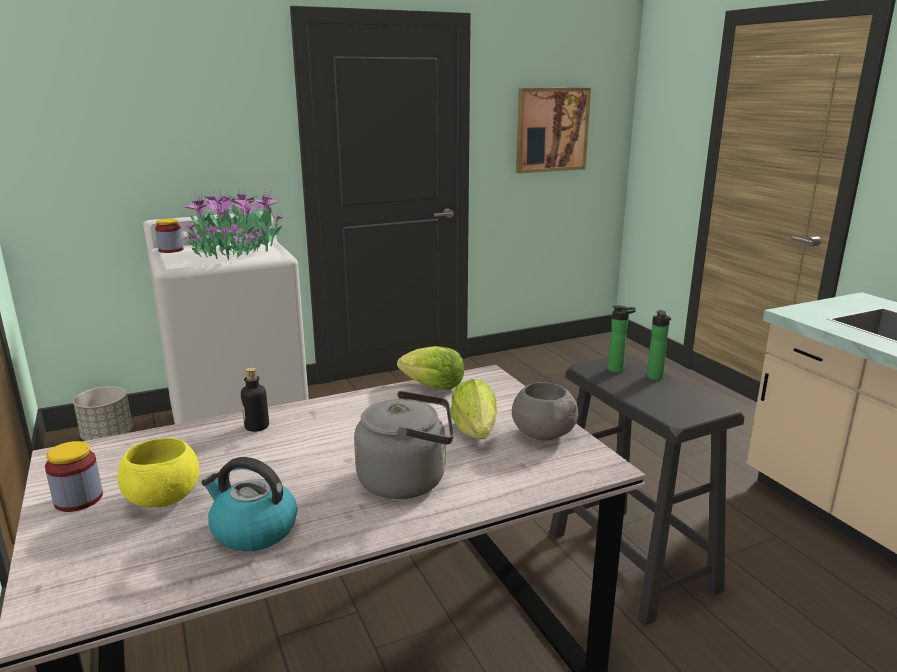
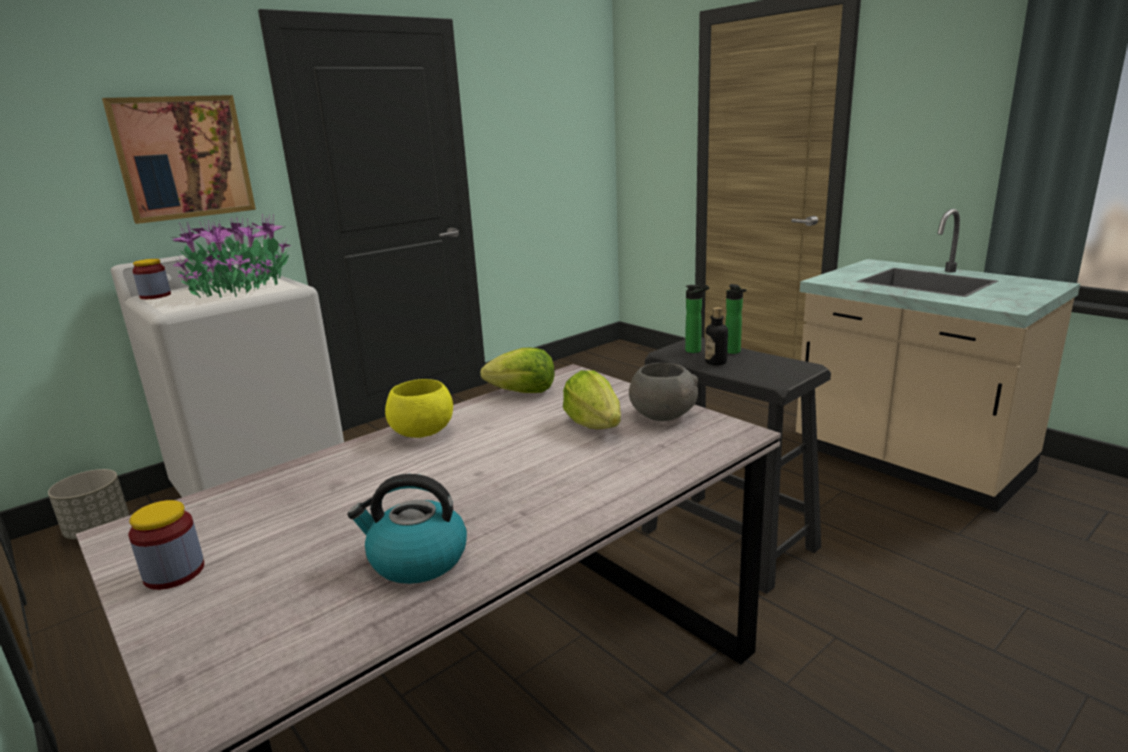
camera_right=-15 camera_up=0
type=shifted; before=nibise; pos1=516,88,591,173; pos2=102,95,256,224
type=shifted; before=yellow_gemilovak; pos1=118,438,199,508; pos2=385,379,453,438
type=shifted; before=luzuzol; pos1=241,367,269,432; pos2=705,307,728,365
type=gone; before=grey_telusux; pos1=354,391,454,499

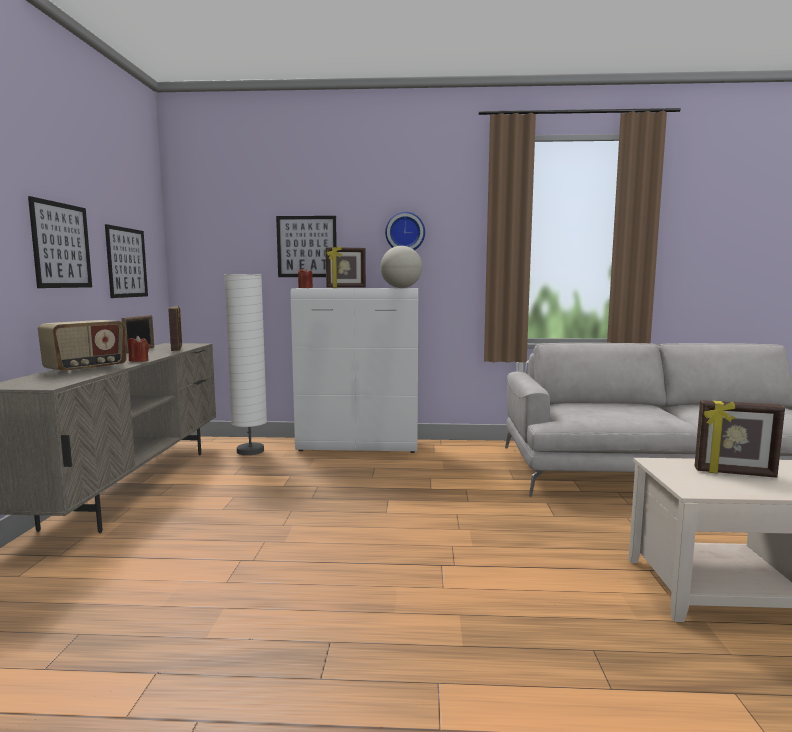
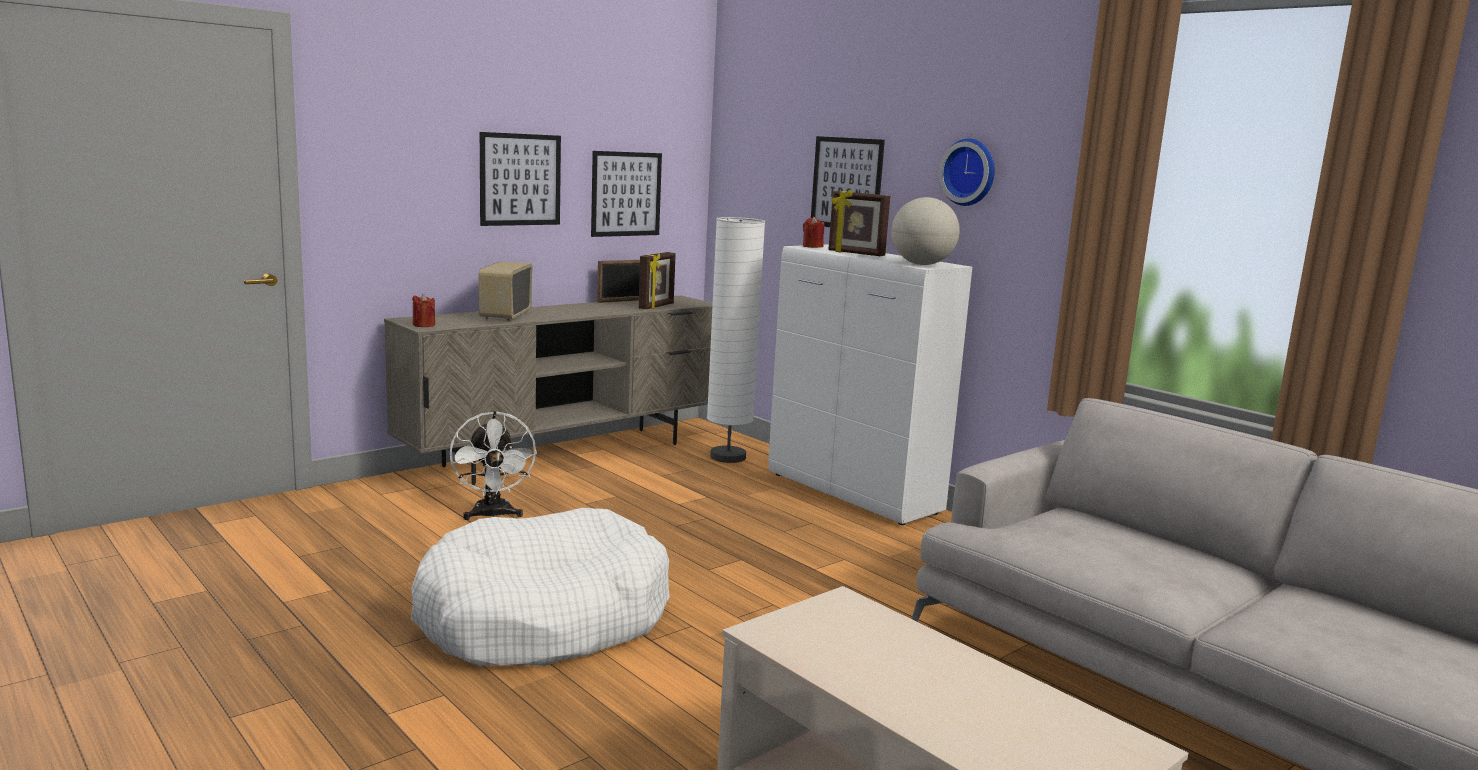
camera_right=45 camera_up=5
type=new; after=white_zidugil; pos2=411,508,670,666
type=shifted; before=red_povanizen; pos1=128,336,149,362; pos2=412,294,435,327
type=new; after=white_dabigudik; pos2=450,411,537,520
type=rotated; before=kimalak; pos1=38,320,126,373; pos2=479,261,532,321; turn=105
type=gone; before=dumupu; pos1=695,400,785,478

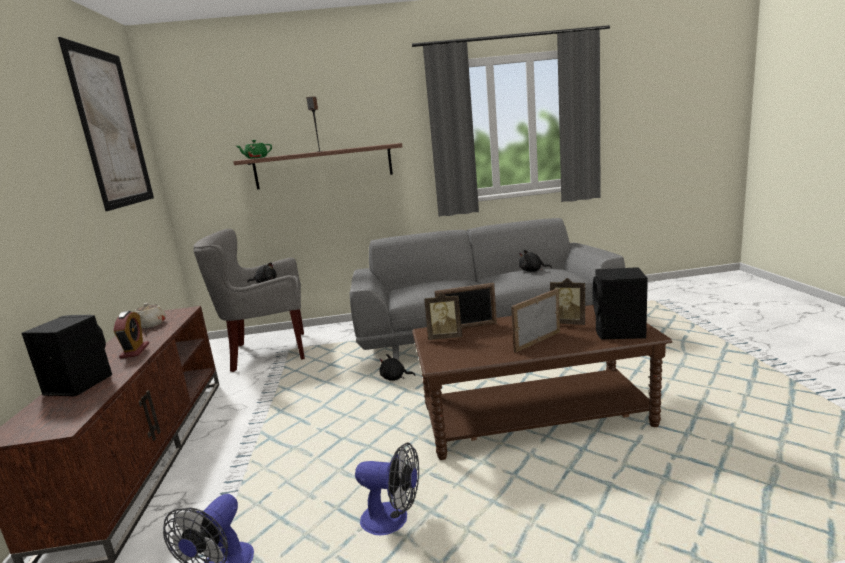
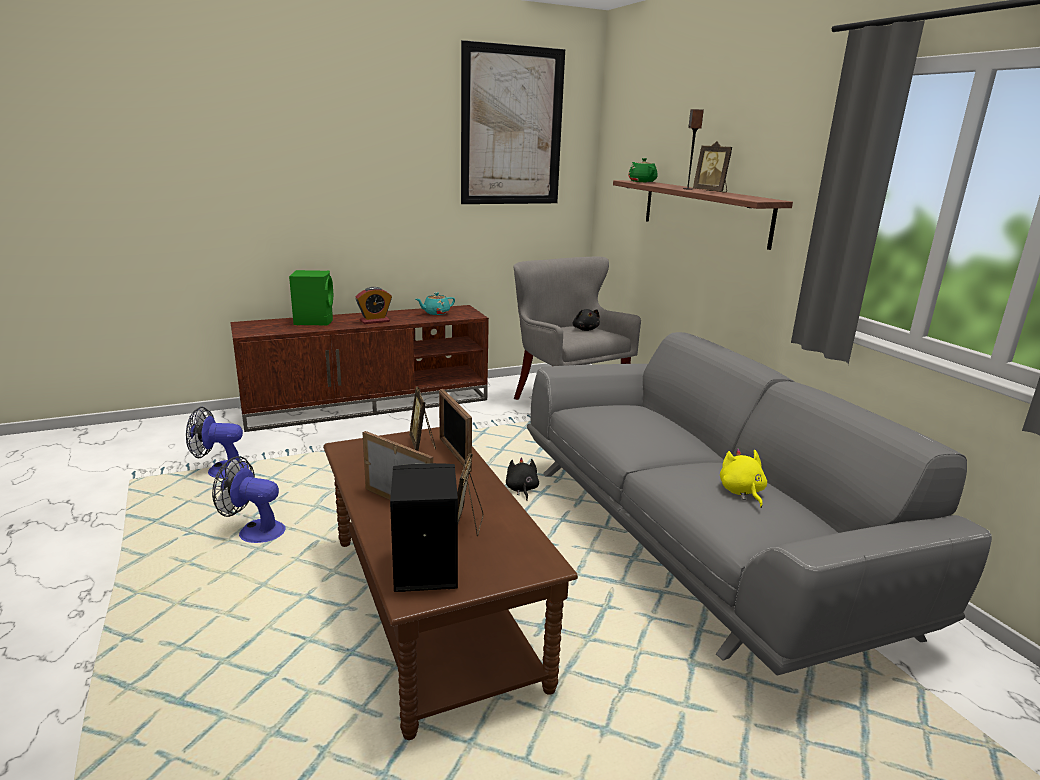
camera_right=70 camera_up=5
type=rotated; before=dabigudik; pos1=355,442,419,535; pos2=212,456,286,543; turn=105
type=repainted; before=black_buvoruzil; after=green_buvoruzil; pos1=22,315,112,397; pos2=289,270,333,326
type=repainted; before=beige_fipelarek; after=turquoise_fipelarek; pos1=135,303,166,328; pos2=416,292,455,315
type=new; after=dumupu; pos2=693,141,732,192
type=repainted; before=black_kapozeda; after=yellow_kapozeda; pos1=519,250,552,272; pos2=720,448,767,508

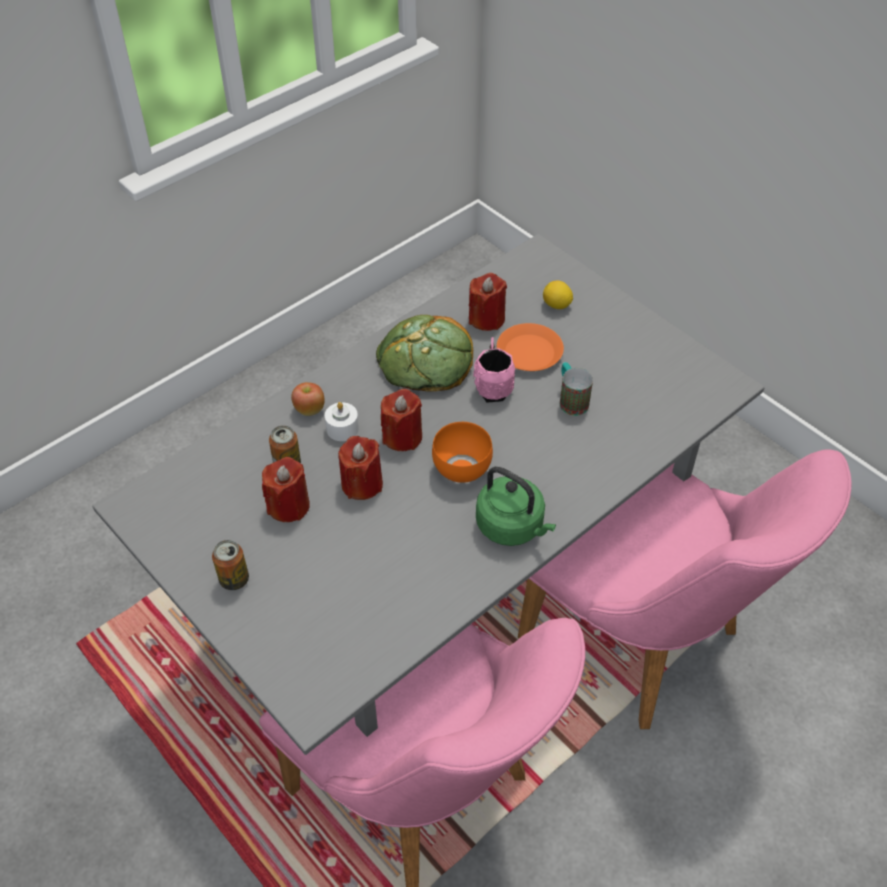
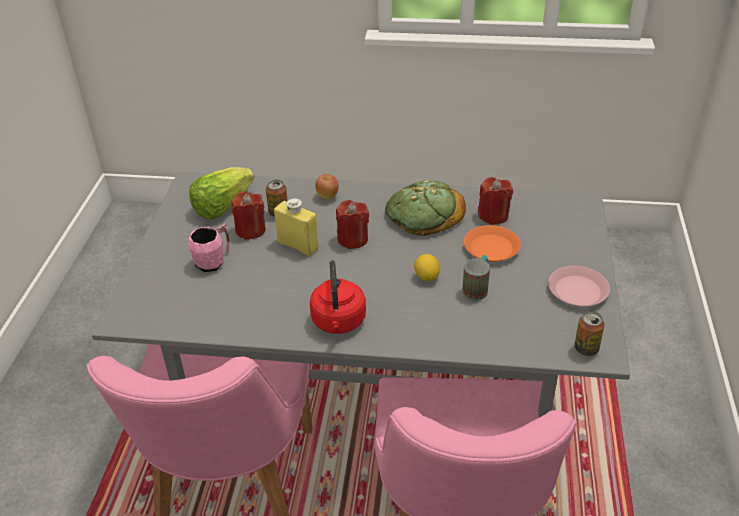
camera_right=50 camera_up=-10
type=shifted; before=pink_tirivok; pos1=473,337,515,403; pos2=188,223,229,272
type=new; after=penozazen; pos2=189,167,255,220
type=swapped; before=red_povanizen; after=yellow_luzuzol; pos1=338,436,383,500; pos2=274,198,319,256
type=repainted; before=green_telusux; after=red_telusux; pos1=476,467,556,546; pos2=310,261,366,334
type=shifted; before=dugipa; pos1=543,280,573,309; pos2=414,254,440,281
type=new; after=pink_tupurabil; pos2=548,266,610,307
type=shifted; before=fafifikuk; pos1=212,540,249,590; pos2=574,311,605,356
type=gone; before=white_povanizen; pos1=325,402,359,441
type=gone; before=orange_gemilovak; pos1=432,422,493,483

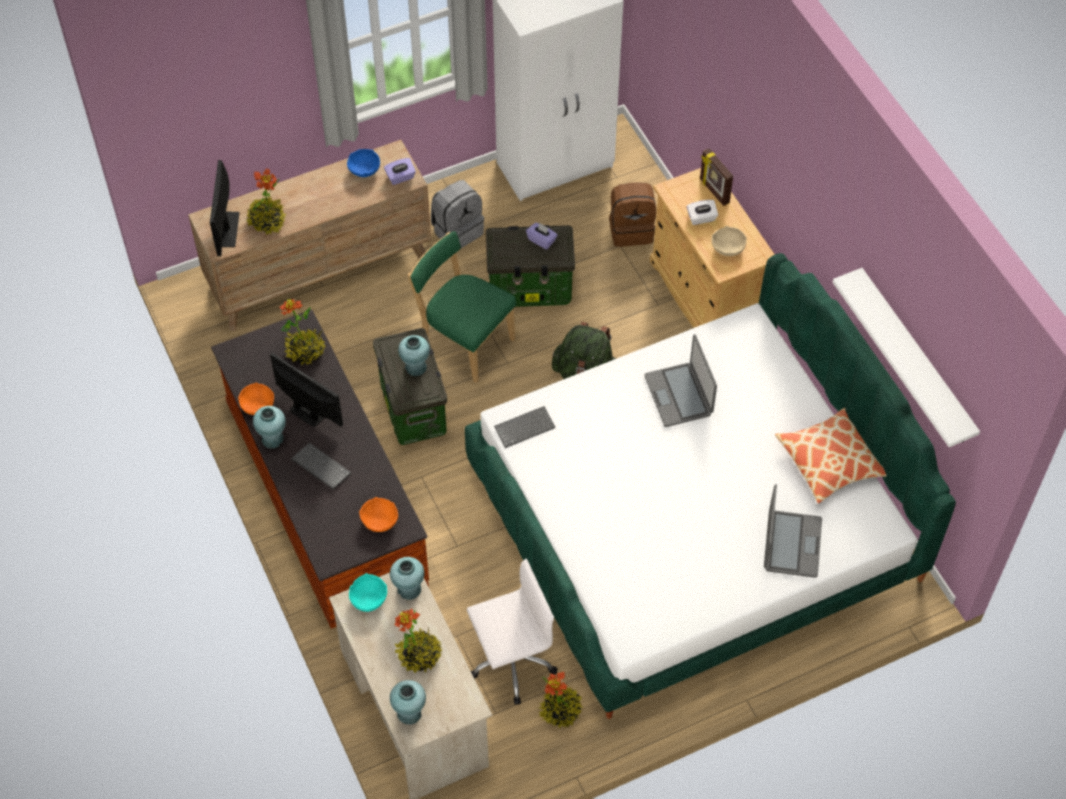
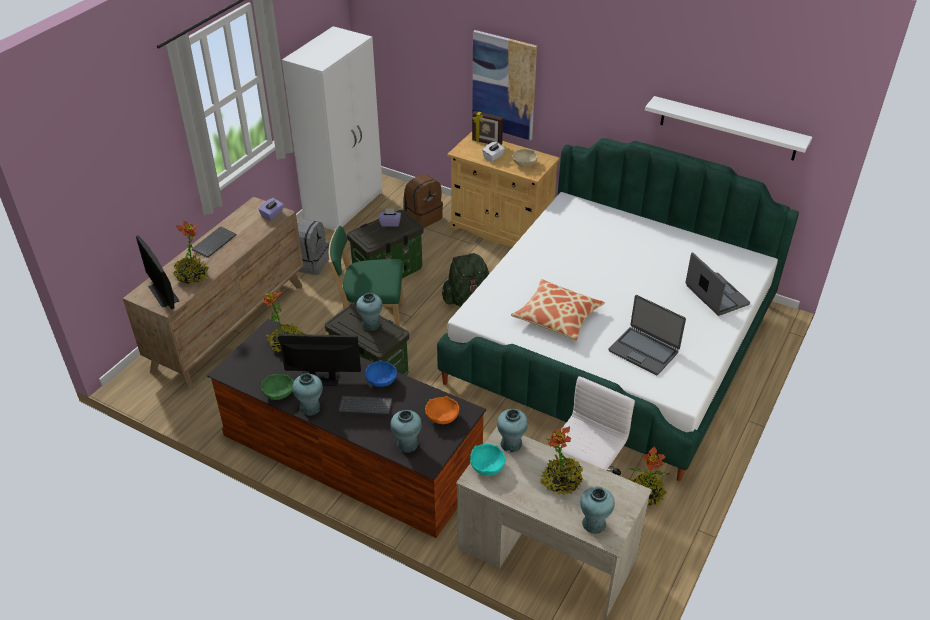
camera_right=-35 camera_up=-15
type=shifted; before=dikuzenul; pos1=494,406,555,448; pos2=192,226,237,258
type=repainted; before=orange_gemilovak; after=green_gemilovak; pos1=238,382,274,415; pos2=261,374,294,400
type=shifted; before=blue_gemilovak; pos1=347,149,380,177; pos2=365,360,397,387
type=new; after=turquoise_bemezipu; pos2=390,410,422,453
type=new; after=nibise; pos2=472,30,537,140
type=shifted; before=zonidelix; pos1=775,408,886,504; pos2=511,279,605,340
type=shifted; before=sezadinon; pos1=644,334,717,427; pos2=609,295,686,375

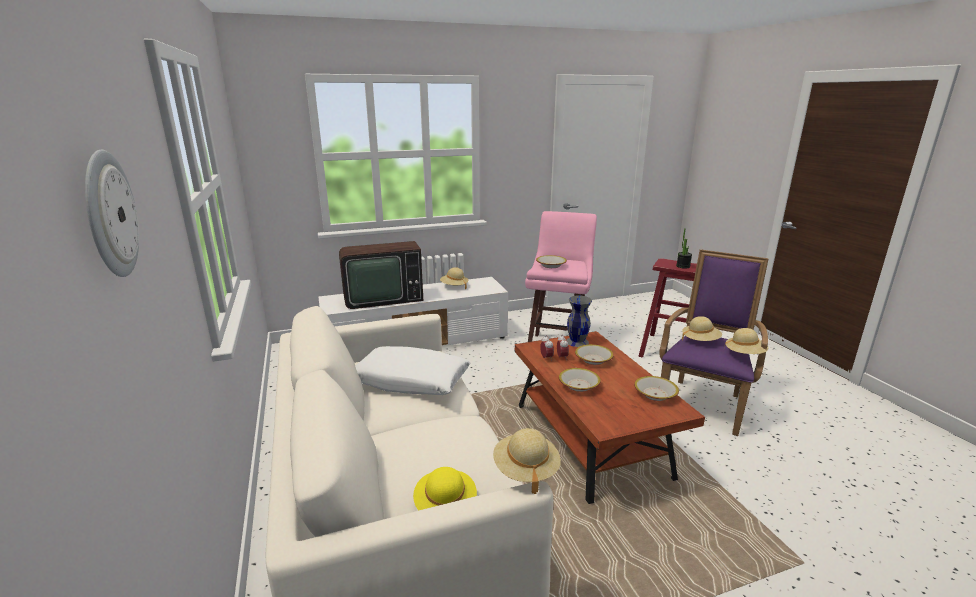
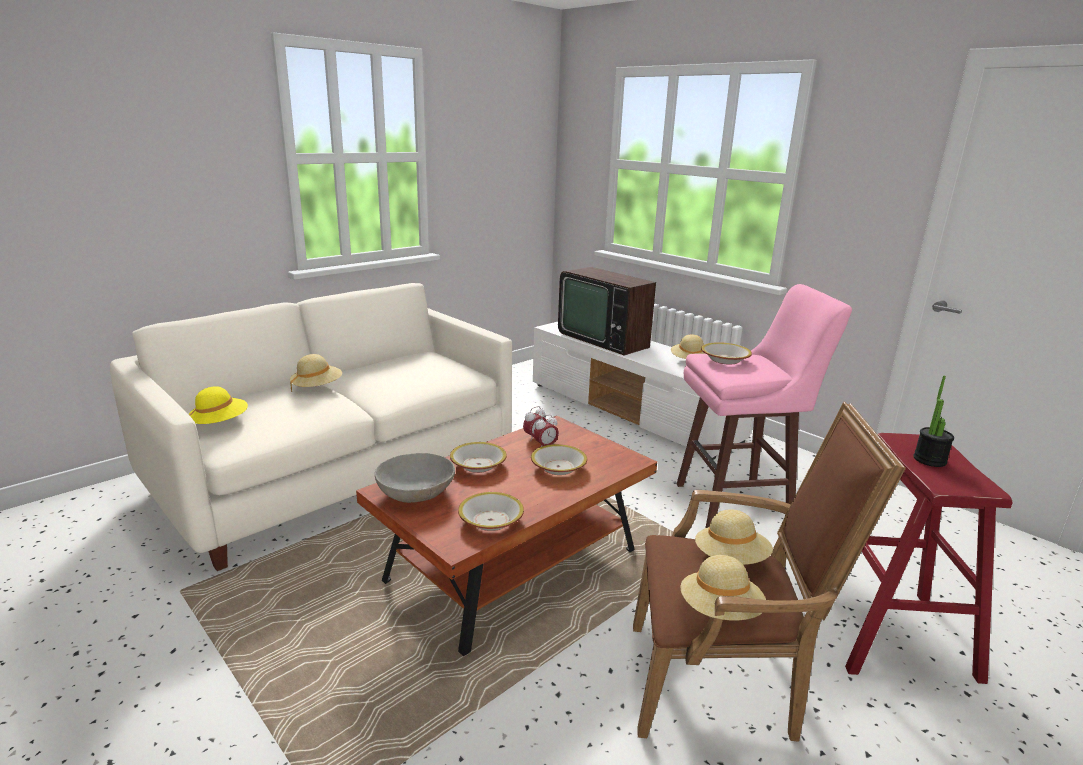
camera_right=65 camera_up=0
type=shifted; before=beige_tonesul; pos1=493,428,561,494; pos2=290,354,342,392
type=new; after=grey_gemilovak; pos2=375,453,455,503
type=repainted; before=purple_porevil; after=brown_porevil; pos1=659,249,769,436; pos2=633,401,906,742
type=gone; before=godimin; pos1=85,150,139,277
type=gone; before=white_zonidelix; pos1=355,346,470,395
type=gone; before=grey_bemezipu; pos1=566,295,592,347

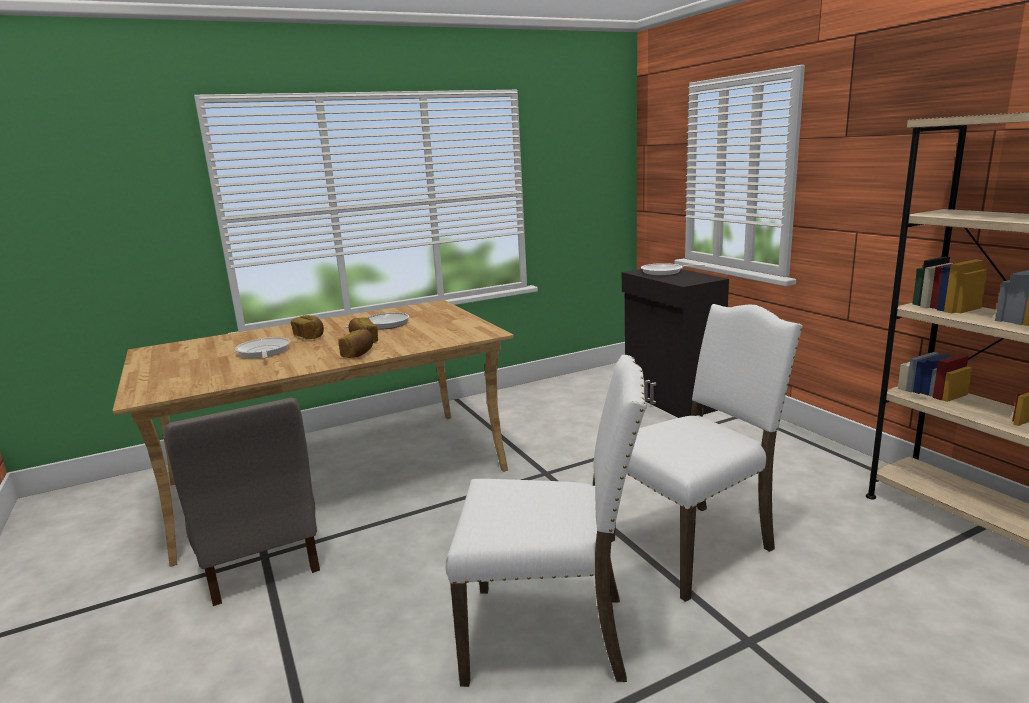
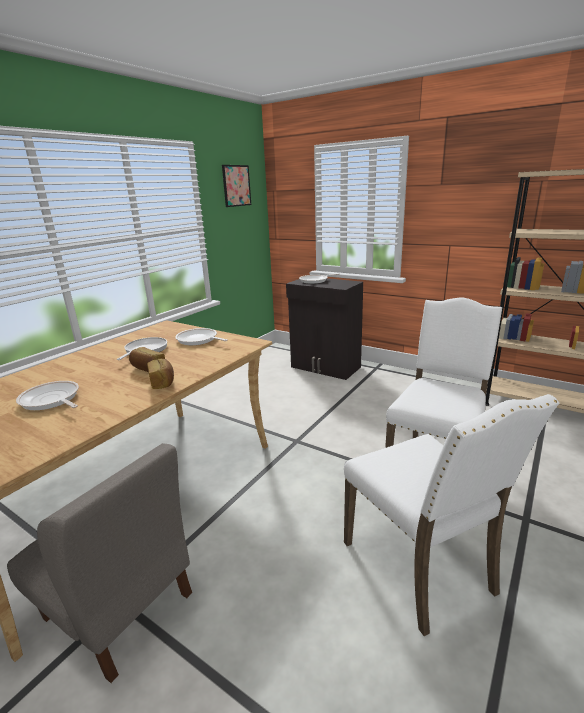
camera_right=-30 camera_up=5
type=new; after=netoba; pos2=175,328,228,345
type=new; after=nibise; pos2=222,165,251,207
type=rotated; before=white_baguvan; pos1=445,355,647,687; pos2=344,394,559,636; turn=90
type=gone; before=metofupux; pos1=291,315,324,339

